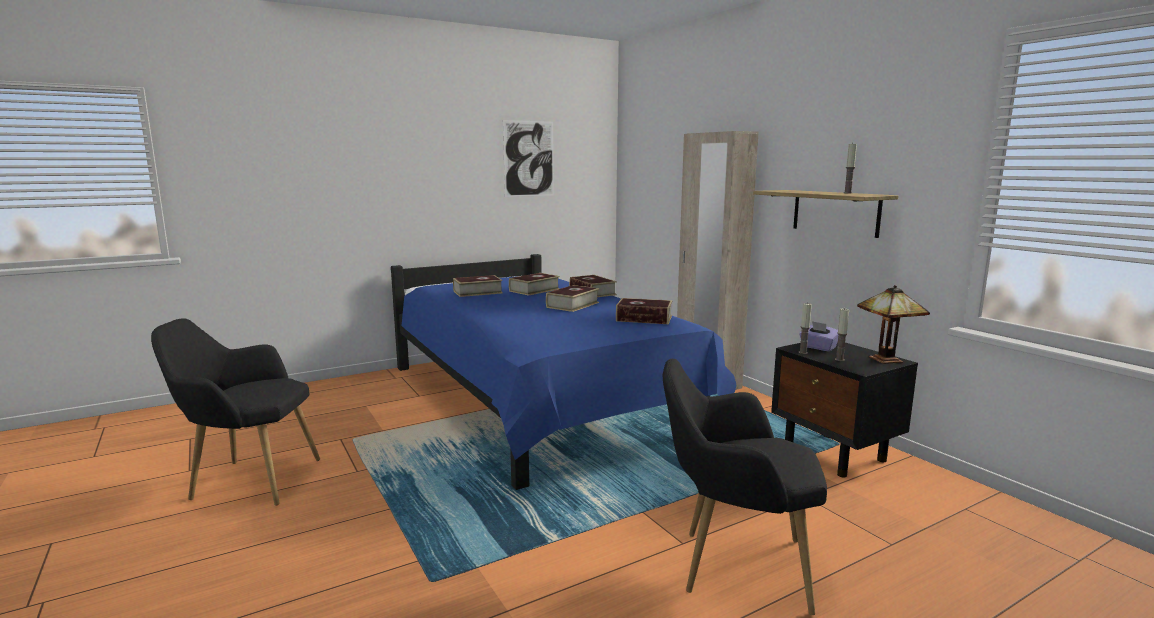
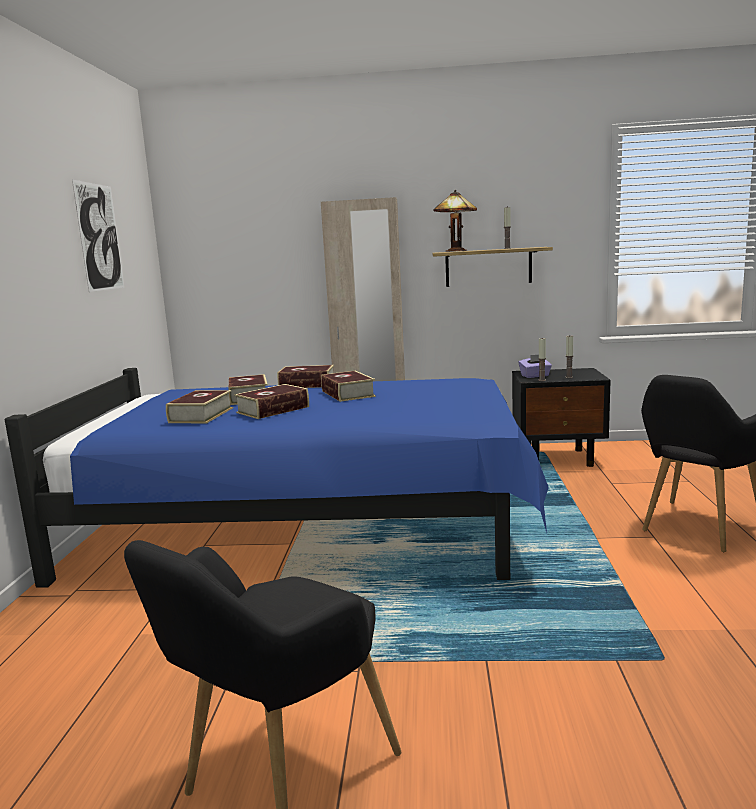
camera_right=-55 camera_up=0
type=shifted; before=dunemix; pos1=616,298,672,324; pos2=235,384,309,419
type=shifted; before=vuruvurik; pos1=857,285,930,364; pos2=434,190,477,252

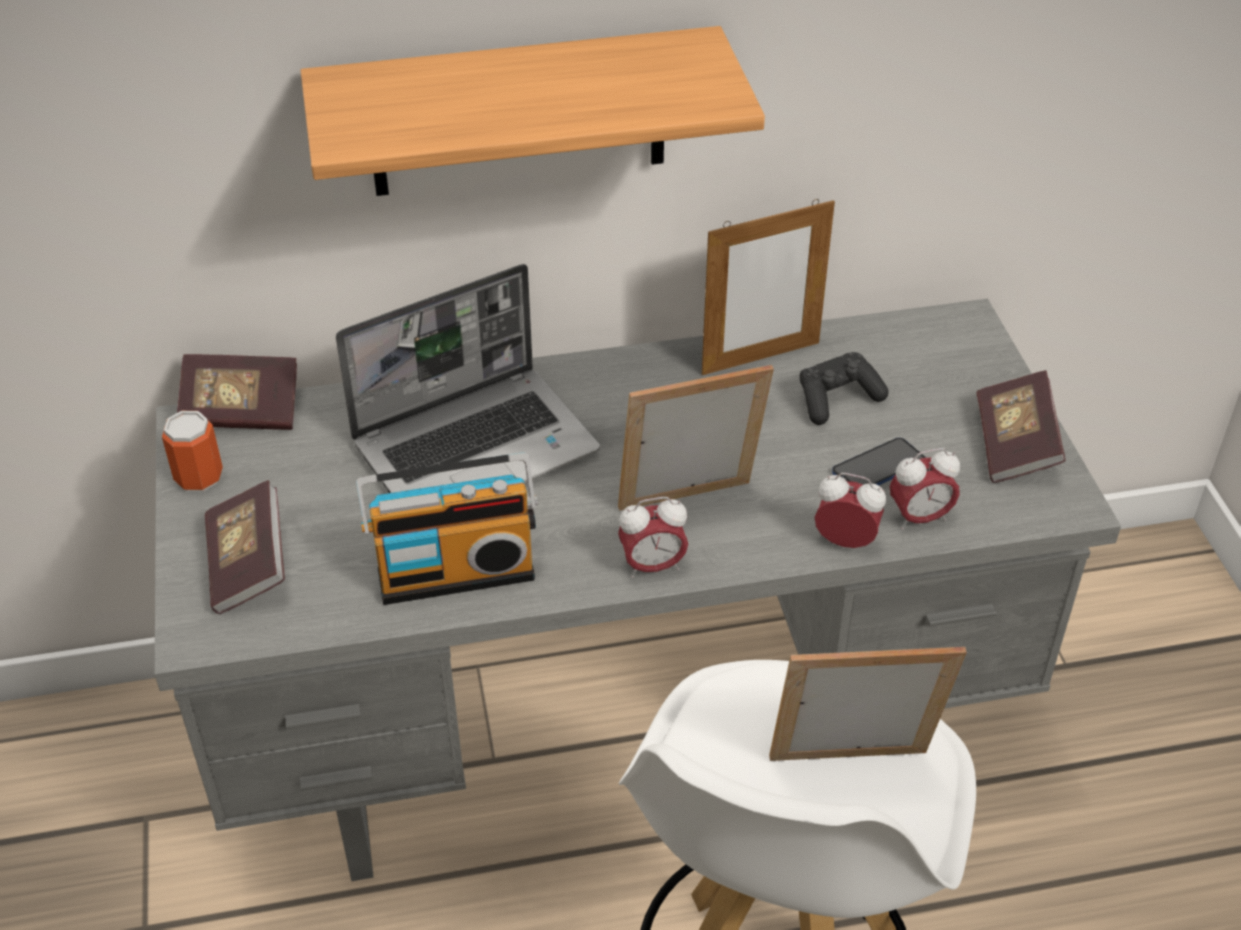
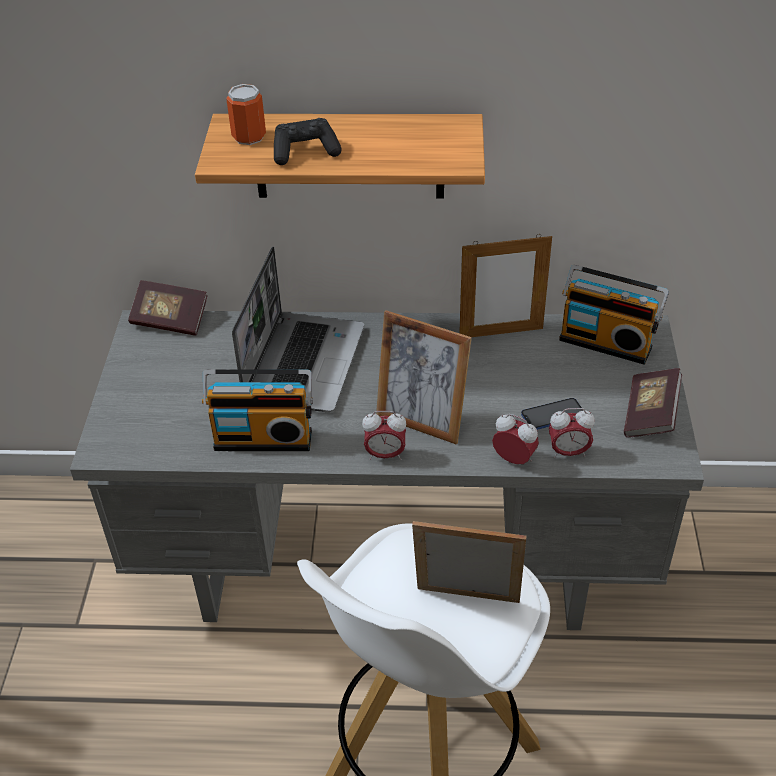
camera_right=15 camera_up=0
type=shifted; before=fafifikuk; pos1=162,411,223,492; pos2=226,84,266,145
type=rotated; before=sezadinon; pos1=336,264,600,493; pos2=232,247,364,412; turn=-60
type=shifted; before=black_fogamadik; pos1=800,352,889,425; pos2=274,118,342,165
type=rotated; before=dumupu; pos1=618,365,774,511; pos2=376,310,472,444; turn=-150
type=new; after=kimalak; pos2=559,265,669,365
type=gone; before=dunemix; pos1=205,480,285,614

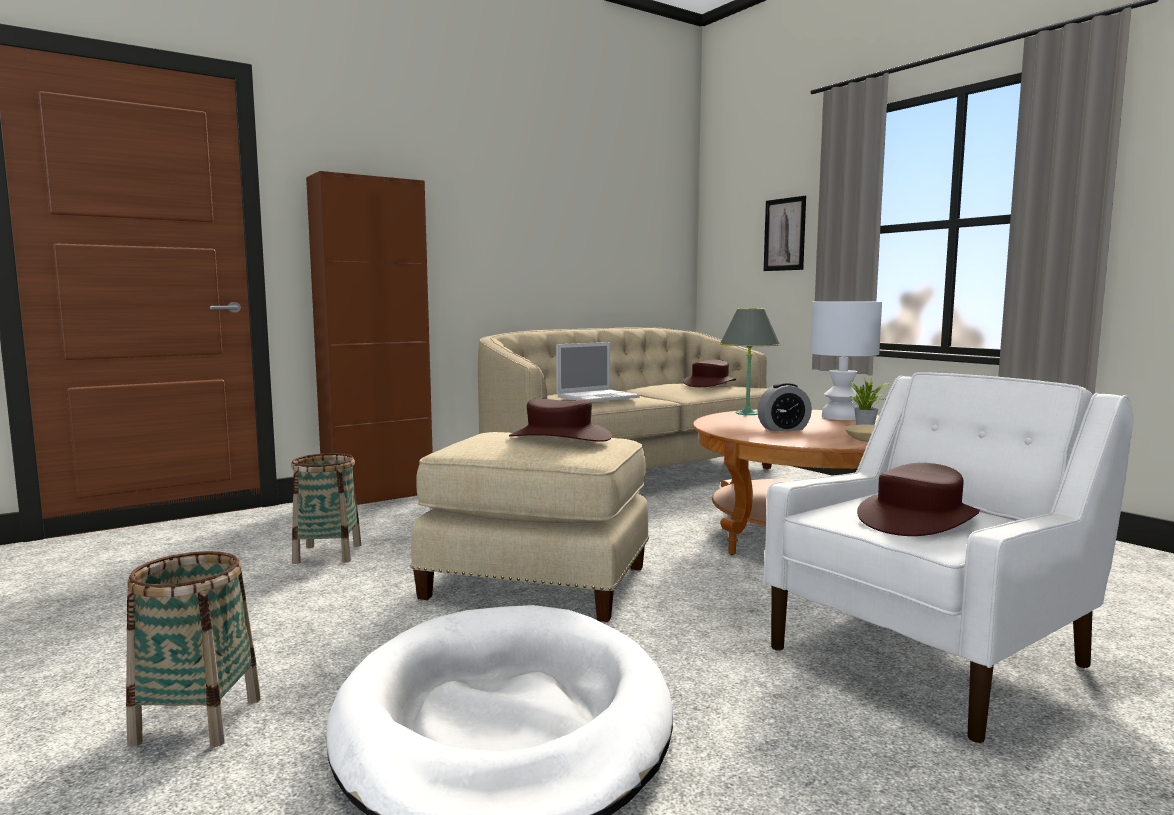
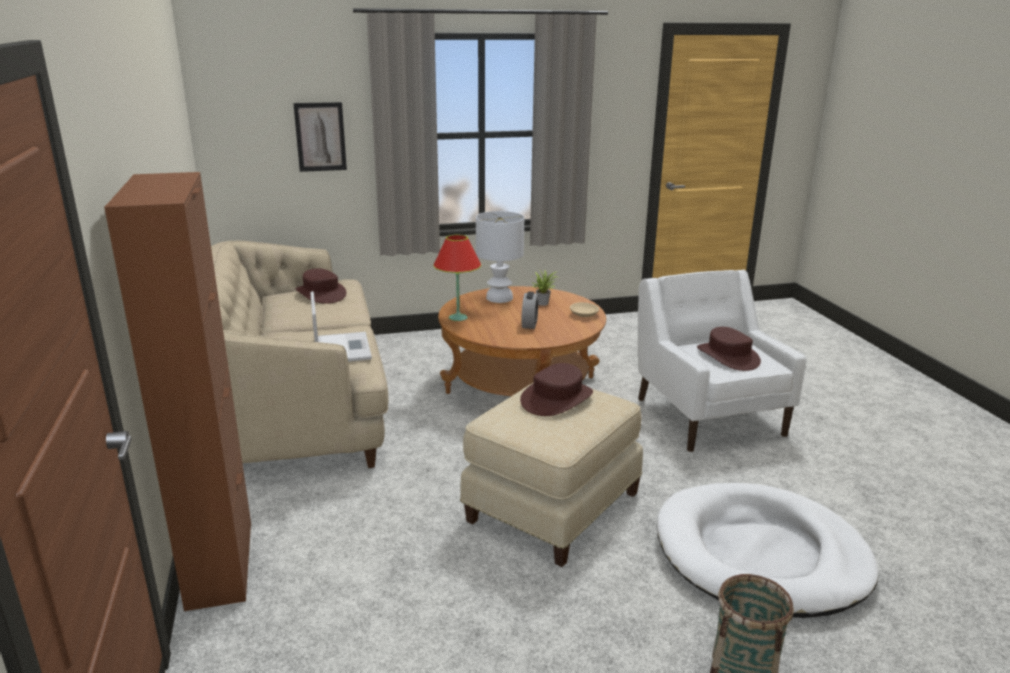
camera_right=-70 camera_up=15
type=repainted; before=grey_vuruvurik; after=red_vuruvurik; pos1=720,309,780,415; pos2=433,235,481,321
type=gone; before=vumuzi; pos1=291,453,361,564

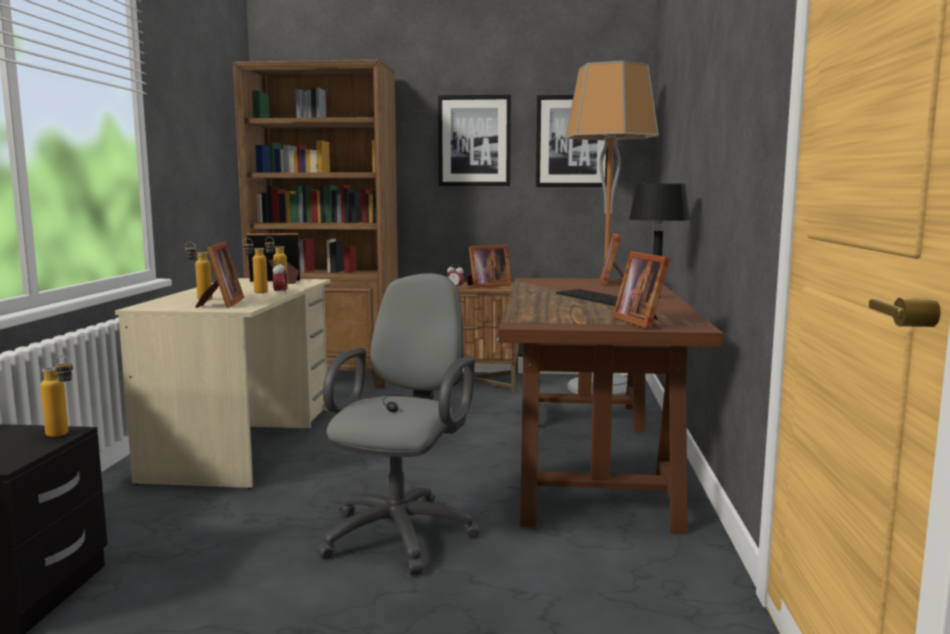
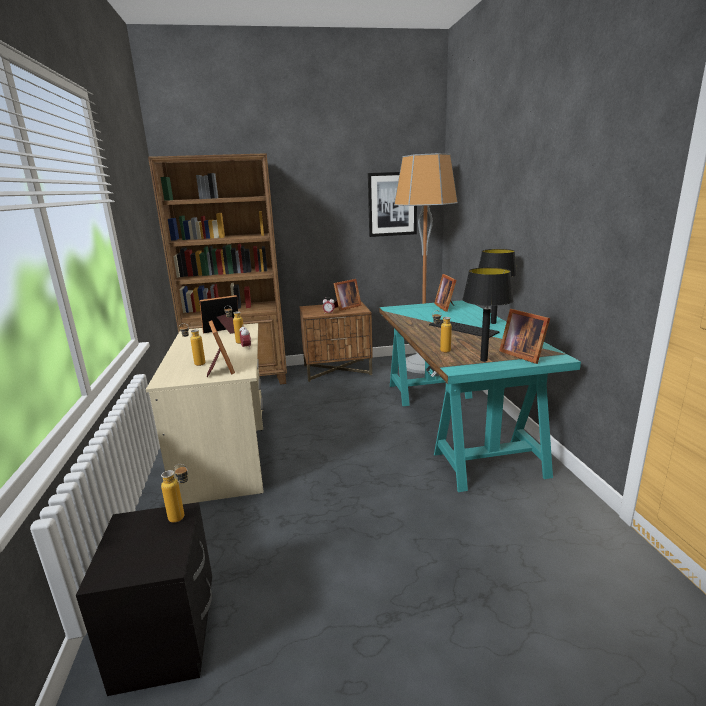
camera_right=-15 camera_up=10
type=repainted; before=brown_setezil; after=turquoise_setezil; pos1=496,278,724,534; pos2=379,300,581,492
type=shifted; before=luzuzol; pos1=243,238,268,293; pos2=432,311,452,352
type=new; after=black_vuruvurik; pos2=463,267,514,362
type=gone; before=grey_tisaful; pos1=317,273,480,575
type=gone; before=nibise; pos1=438,95,511,186

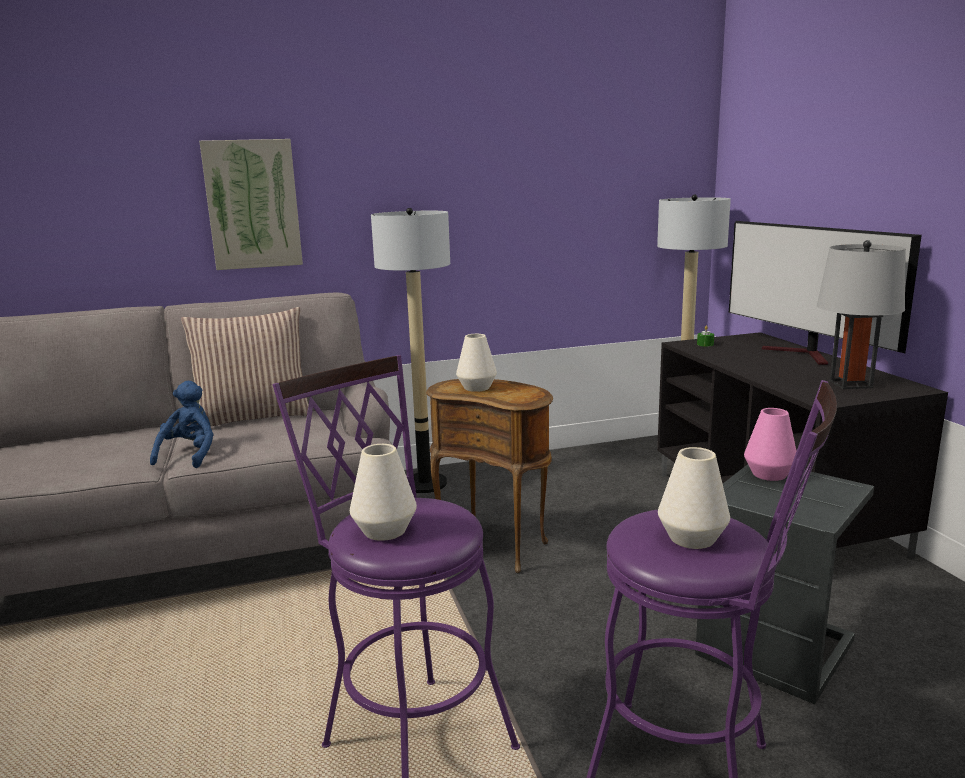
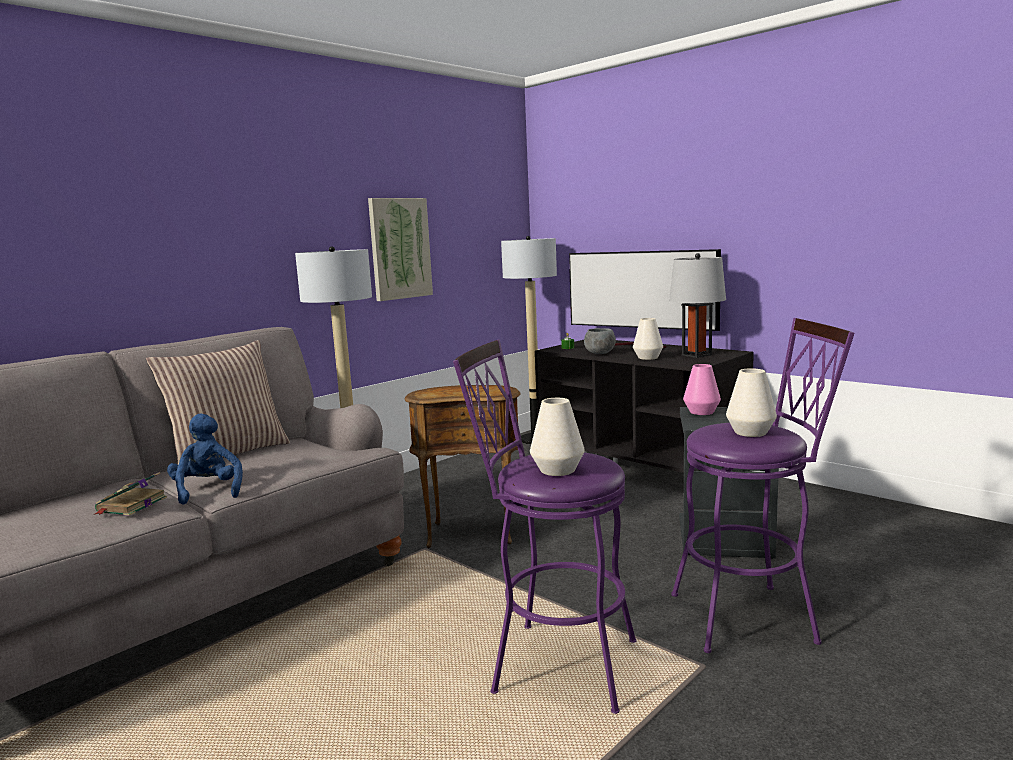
camera_right=-30 camera_up=-5
type=new; after=dunemix; pos2=95,472,167,516
type=shifted; before=nibise; pos1=199,139,303,270; pos2=368,198,433,301
type=new; after=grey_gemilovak; pos2=584,328,616,354
type=shifted; before=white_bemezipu; pos1=456,334,497,392; pos2=633,318,663,360

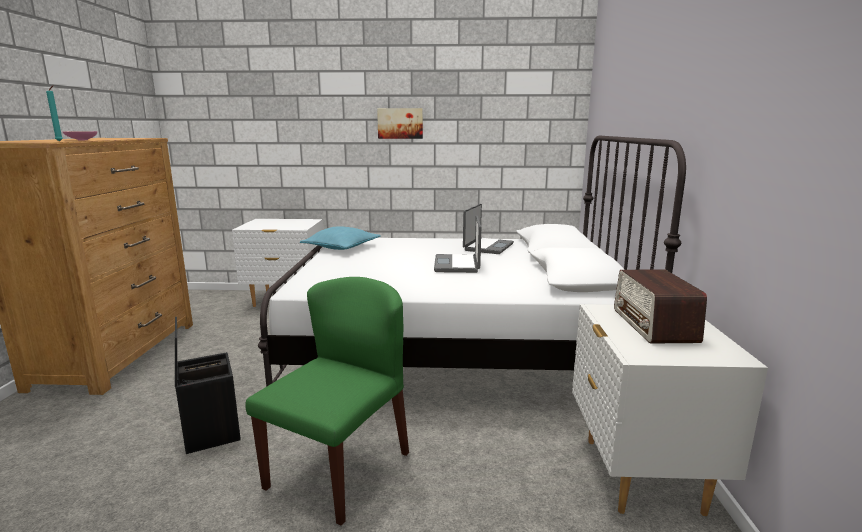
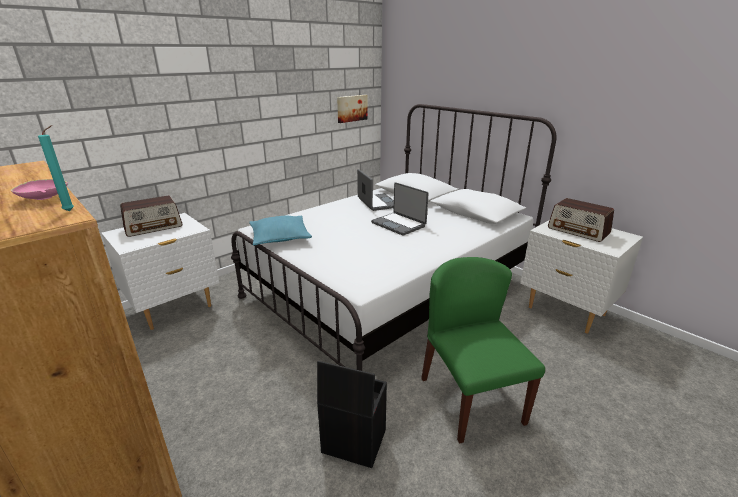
camera_right=-45 camera_up=10
type=new; after=kimalak; pos2=120,196,183,237
type=shifted; before=nibise; pos1=377,108,423,139; pos2=337,95,368,123

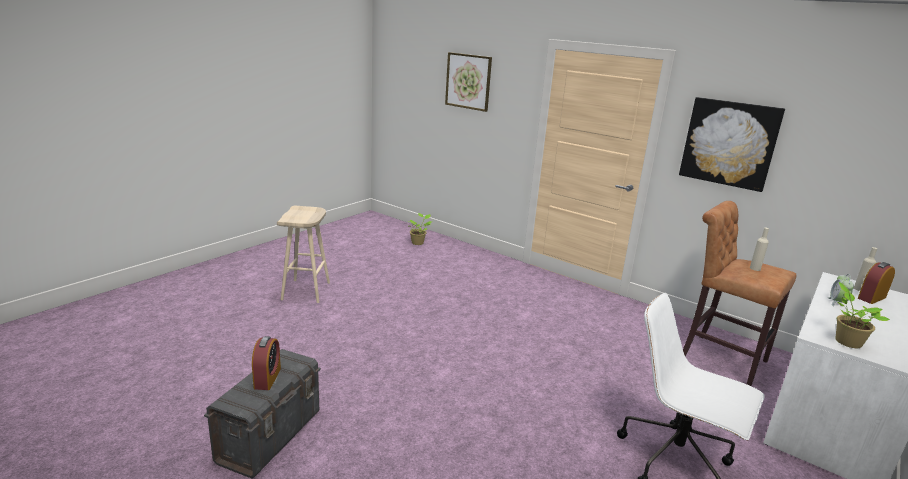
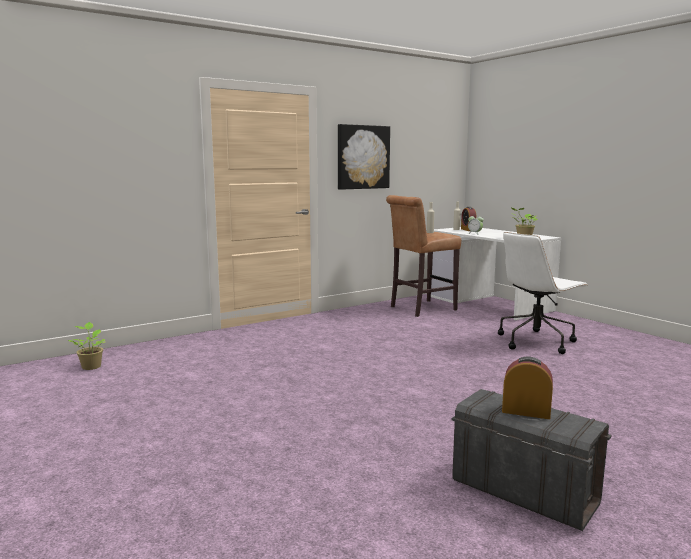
camera_right=-70 camera_up=-10
type=gone; before=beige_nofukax; pos1=277,206,330,303
type=gone; before=nibise; pos1=445,52,492,112

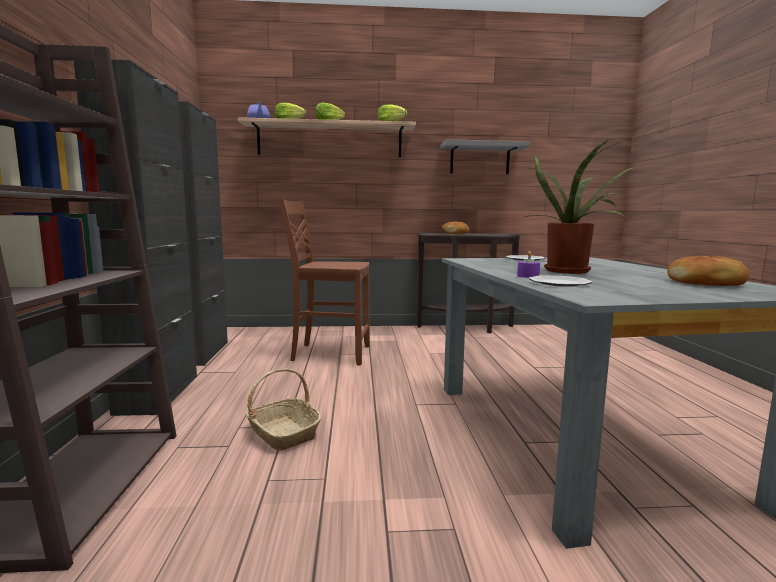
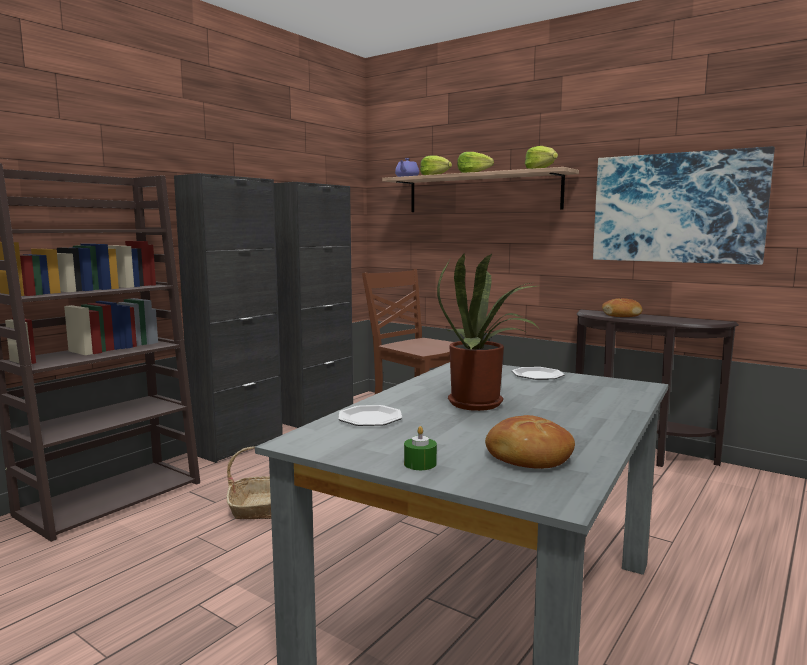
camera_right=40 camera_up=0
type=new; after=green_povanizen; pos2=404,426,437,470
type=swapped; before=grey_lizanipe; after=nibise; pos1=440,139,530,174; pos2=593,146,775,265
type=gone; before=purple_povanizen; pos1=517,251,540,278

